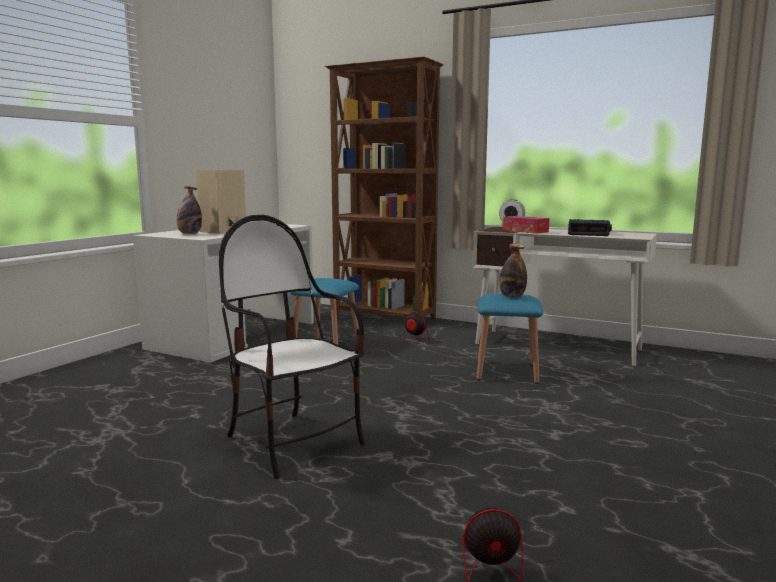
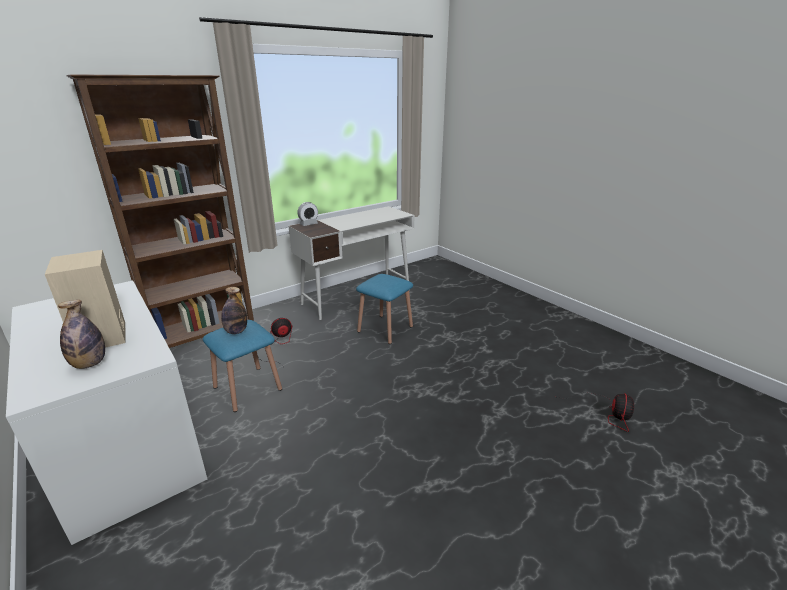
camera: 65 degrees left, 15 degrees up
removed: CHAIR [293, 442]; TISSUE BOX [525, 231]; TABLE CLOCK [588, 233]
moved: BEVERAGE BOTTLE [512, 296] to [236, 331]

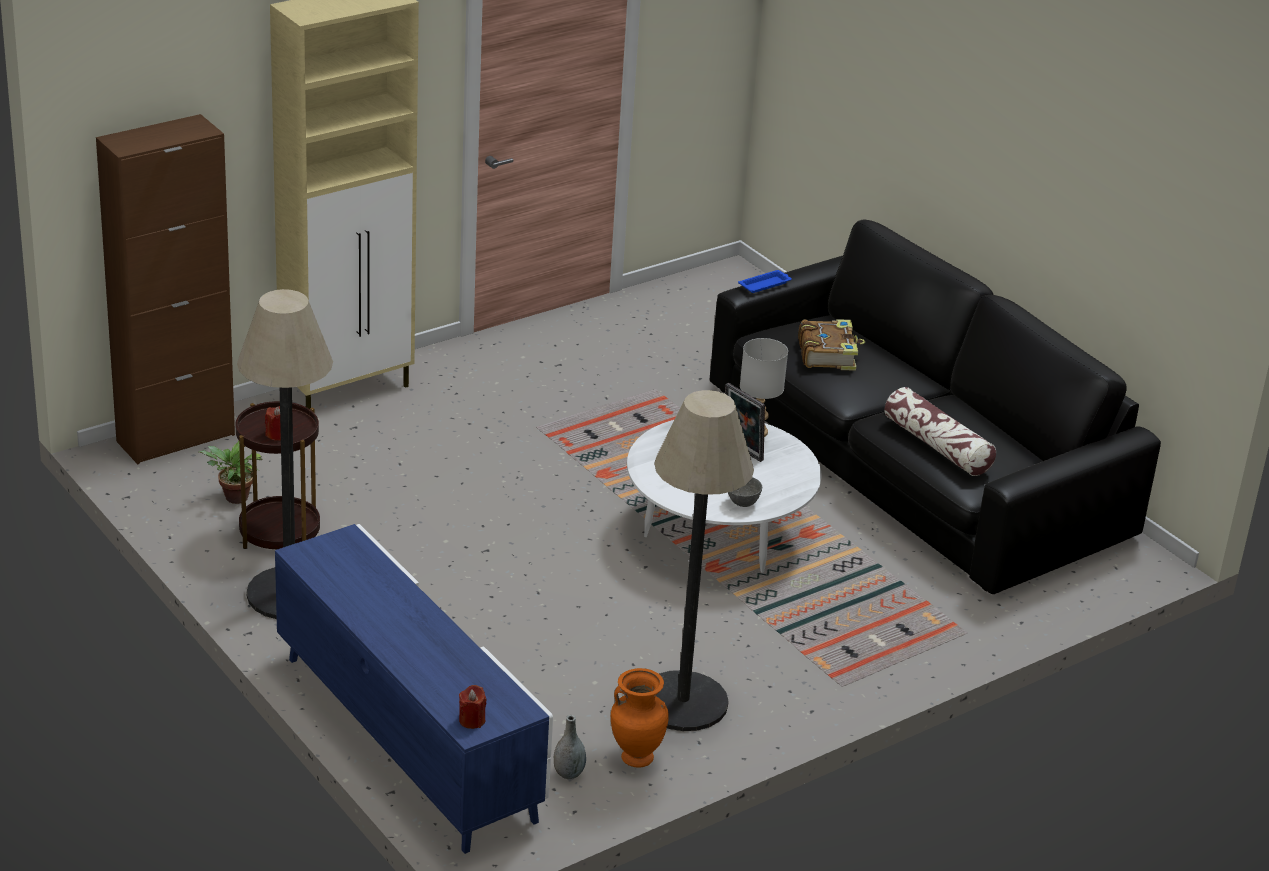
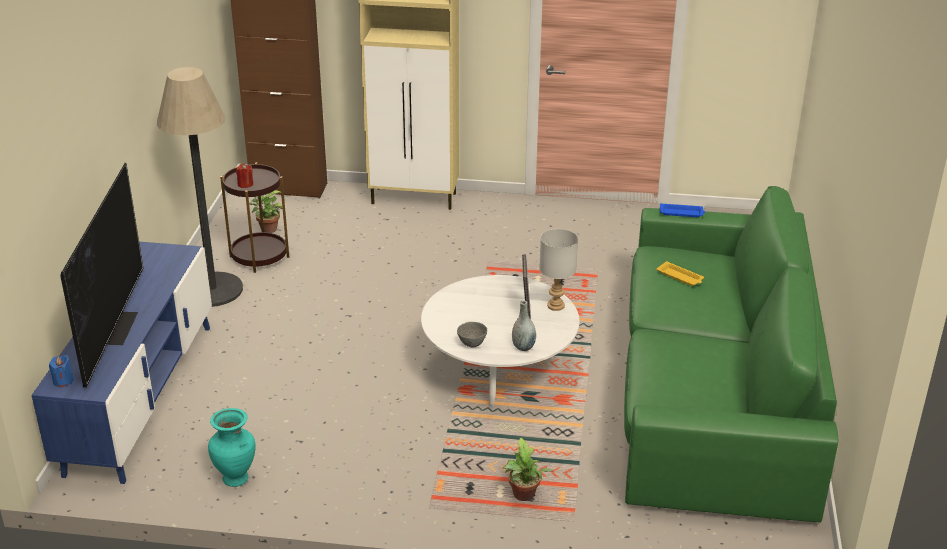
camera: 45 degrees right, 0 degrees up
removed: PILLOW [937, 446]; FLOOR LAMP [682, 702]
added: TELEVISION [115, 327]; POTTED PLANT [524, 497]
moved: GREYISH VASE [568, 773] to [523, 347]
replaced: BOOK [828, 354] to YELLOW TRAY [680, 277]
recoloured: BLACK SOFA [913, 461] to GREEN SOFA [713, 388]; ORANGE VASE [636, 757] to BLUE-GREEN VASE [236, 478]; RED WAX CANDLE [472, 720] to BLUISH WAX CANDLE [63, 381]

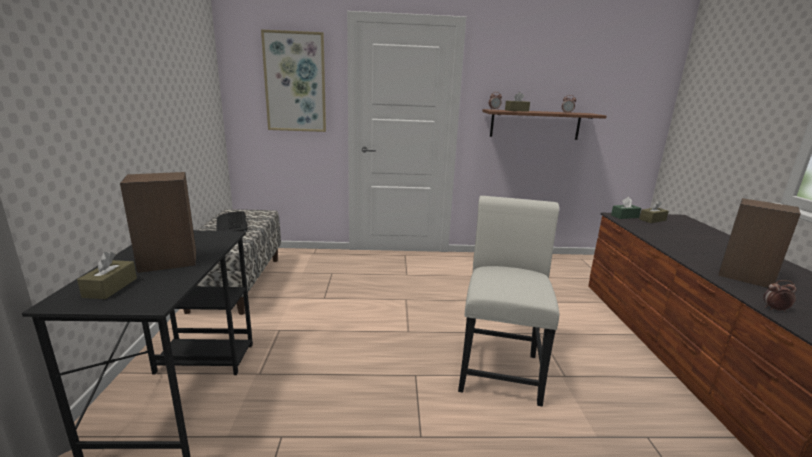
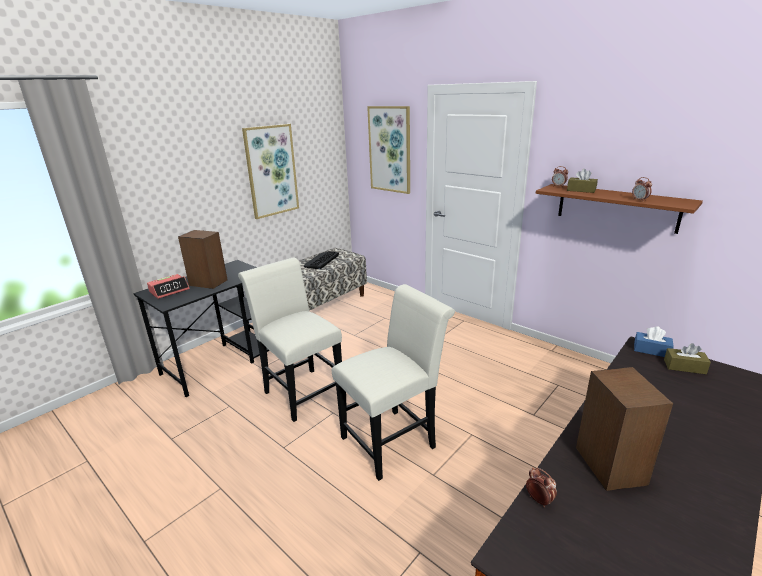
camera: 45 degrees right, 5 degrees up
added: WALL ART [271, 171]; WHITISH CHAIR [300, 391]
replaced: BROWN-COLOURED TISSUE BOX [110, 287] to TABLE CLOCK [169, 290]
recoloured: GREEN TISSUE BOX [624, 216] to BLUISH TISSUE BOX [651, 350]

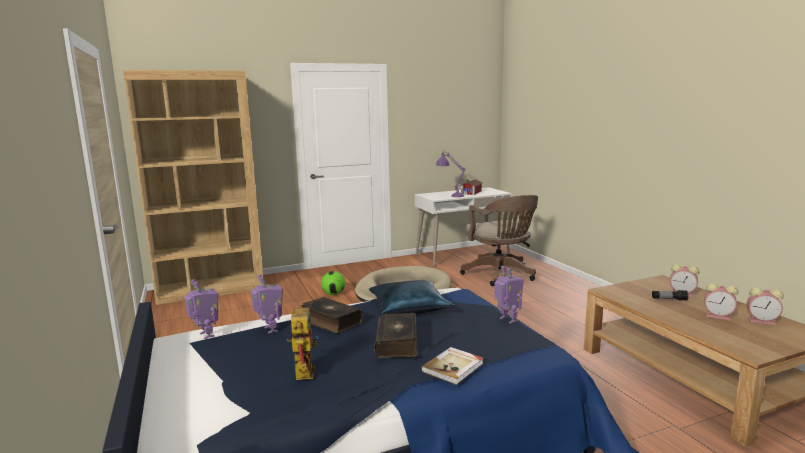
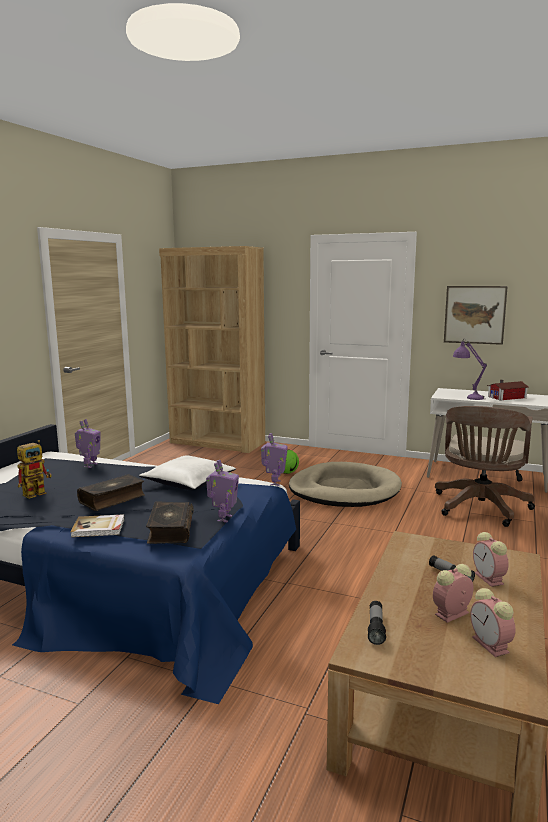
camera: 45 degrees right, 0 degrees up
added: WALL ART [474, 314]; HAND TORCH [376, 628]
moved: TOY ROBOT [206, 335] to [274, 483]; BOOK [330, 322] to [170, 530]
recoloured: BLUISH PILLOW [409, 307] to WHITISH PILLOW [189, 482]
turned: TABLE CLOCK [719, 316] = [451, 614] 75 degrees clockwise

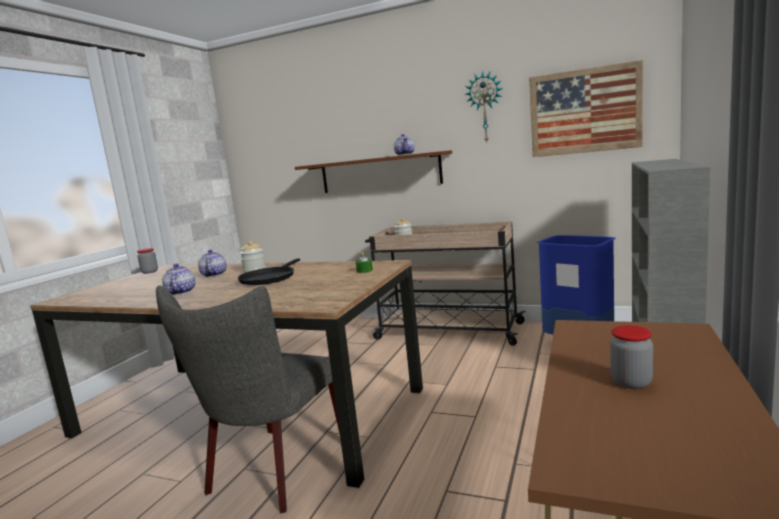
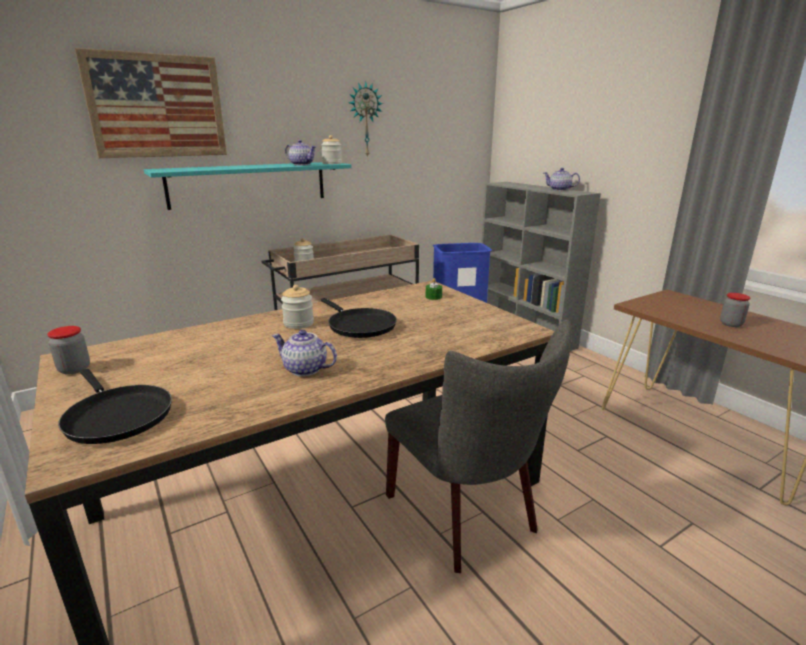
camera: 55 degrees left, 10 degrees up
added: STORAGE JAR [332, 163]; BLACK PAN [116, 416]
moved: WALL ART [584, 111] to [157, 106]; TEAPOT [213, 275] to [559, 189]
recoloured: BROWN-COLOURED WALL SHELF [379, 173] to BLUE-GREEN WALL SHELF [249, 184]

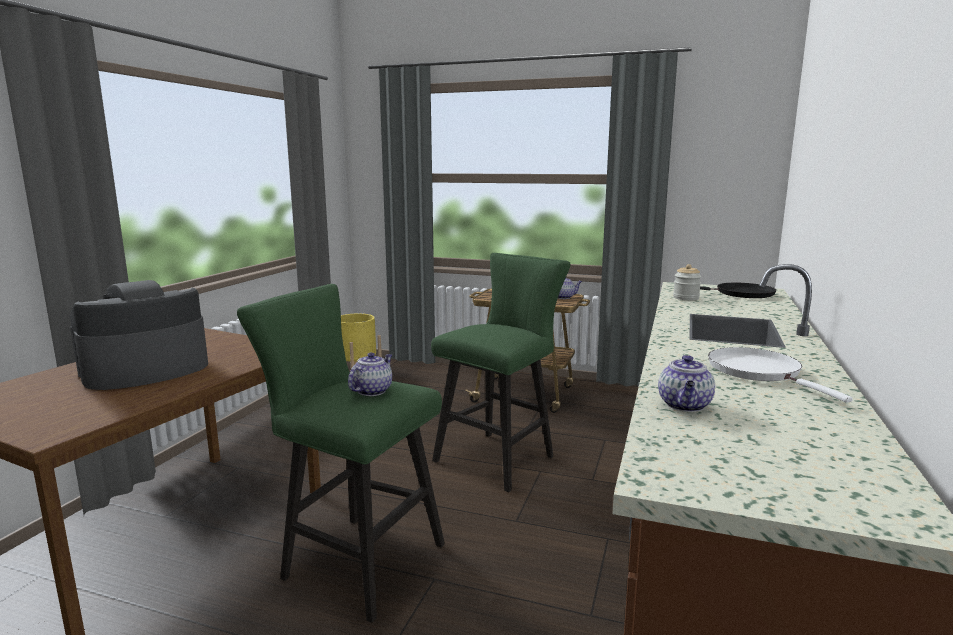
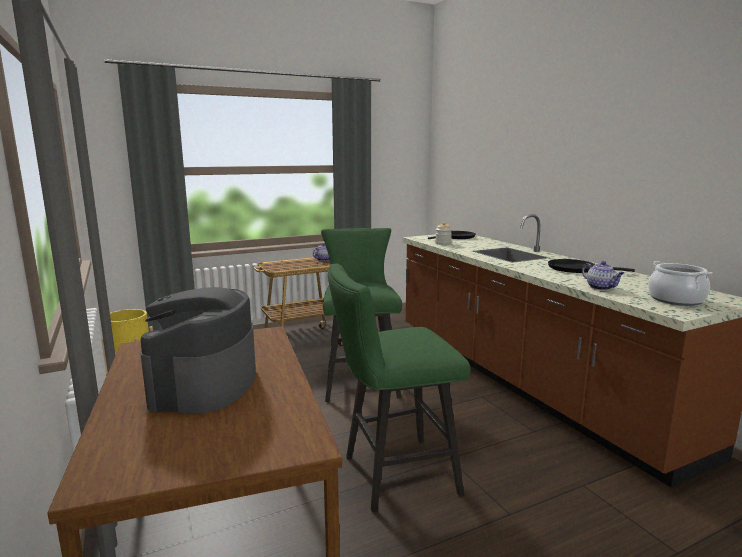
camera: 45 degrees left, 0 degrees up
removed: TEAPOT [372, 391]
added: COOKING POT [676, 299]
recoloured: WHITISH PAN [758, 372] to BLACK PAN [575, 269]

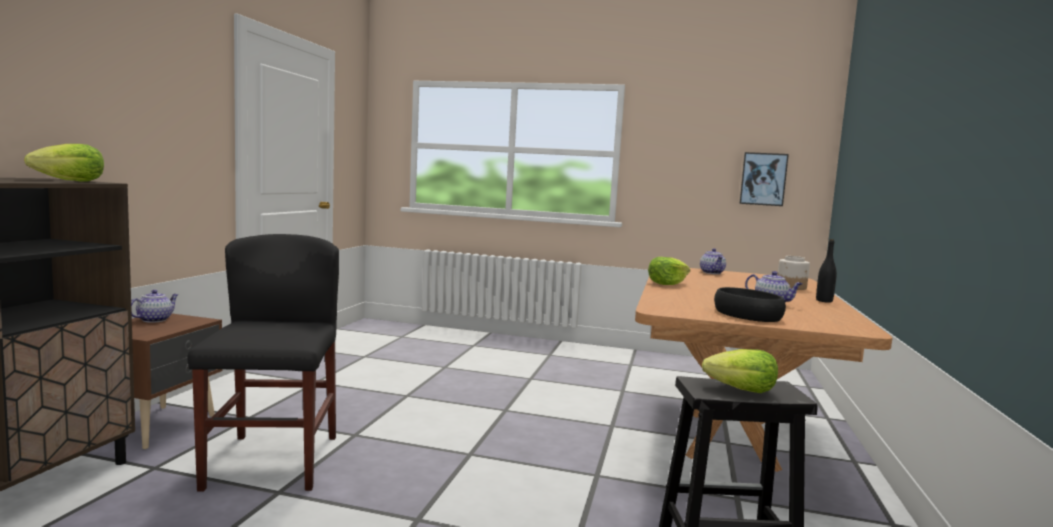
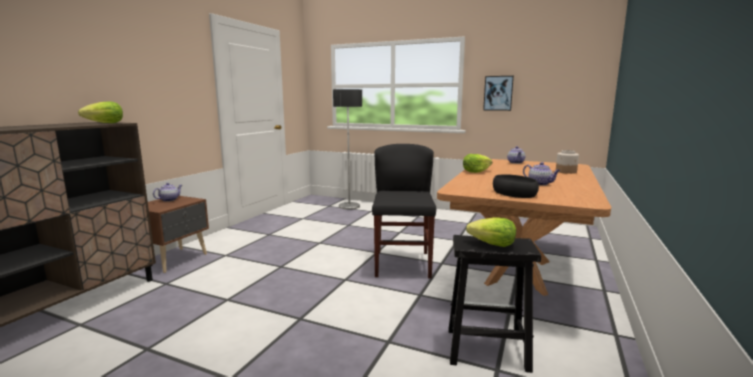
camera: 10 degrees right, 5 degrees up
removed: BLACK BEVERAGE BOTTLE [824, 301]
added: FLOOR LAMP [349, 206]
moved: WALL ART [763, 179] to [498, 93]; BLACK CHAIR [273, 462] to [402, 264]

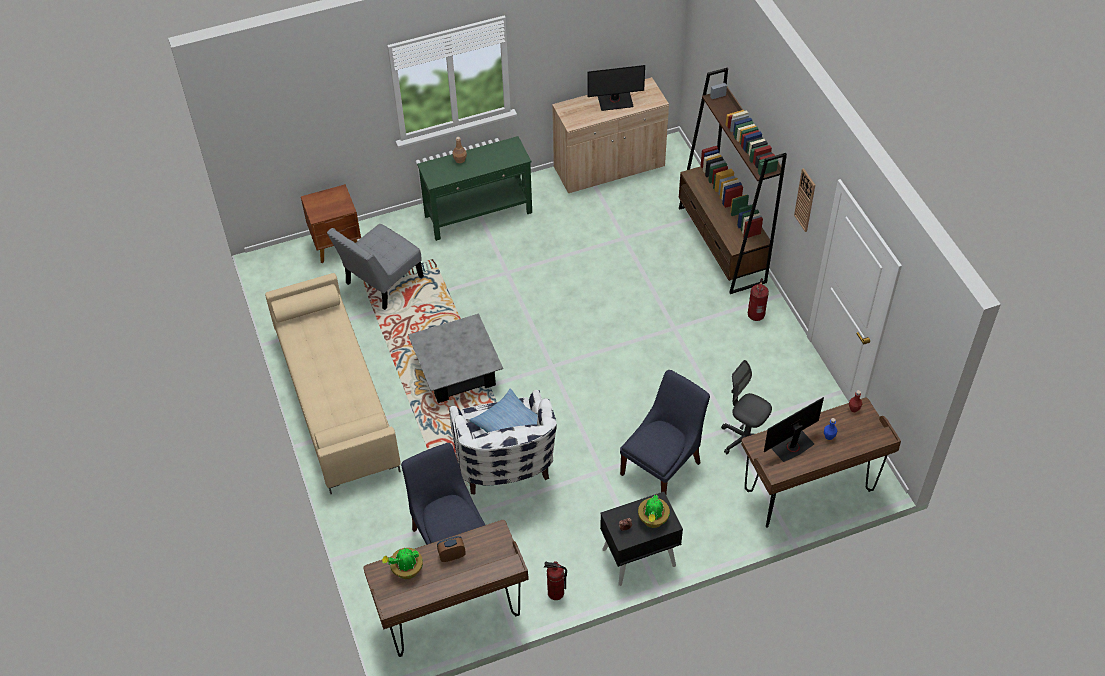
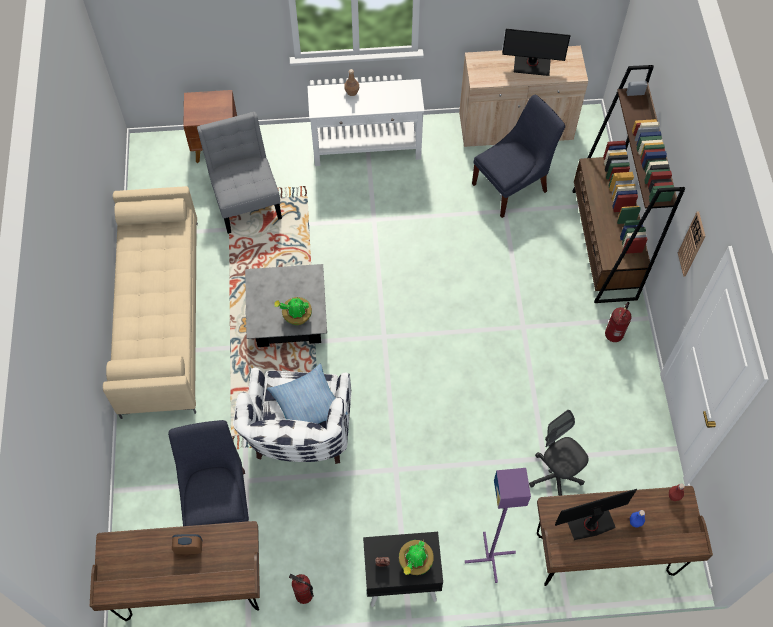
camera: 15 degrees right, 10 degrees up
added: PURPLISH FLOOR LAMP [490, 558]
moved: BLUISH CHAIR [663, 466] to [512, 186]; POTTED PLANT [406, 570] to [296, 317]
recoloured: GREEN HALL TABLE [479, 214] to WHITISH HALL TABLE [367, 148]
turned: GREYISH CHAIR [381, 283] = [246, 199] 105 degrees clockwise

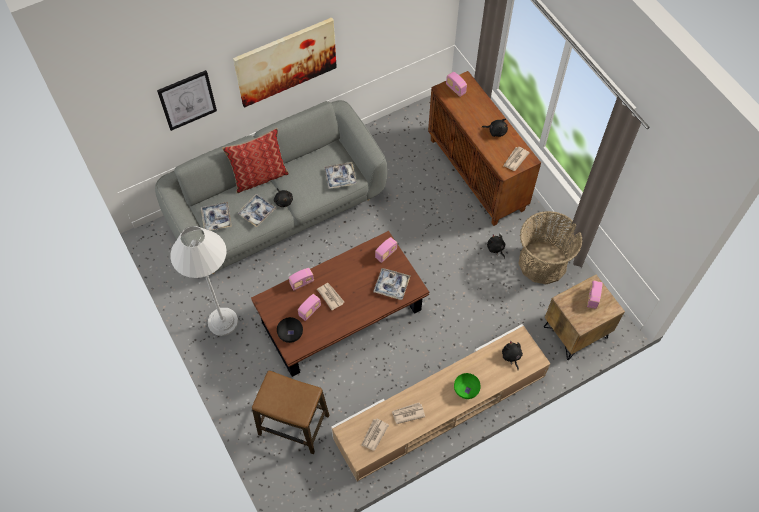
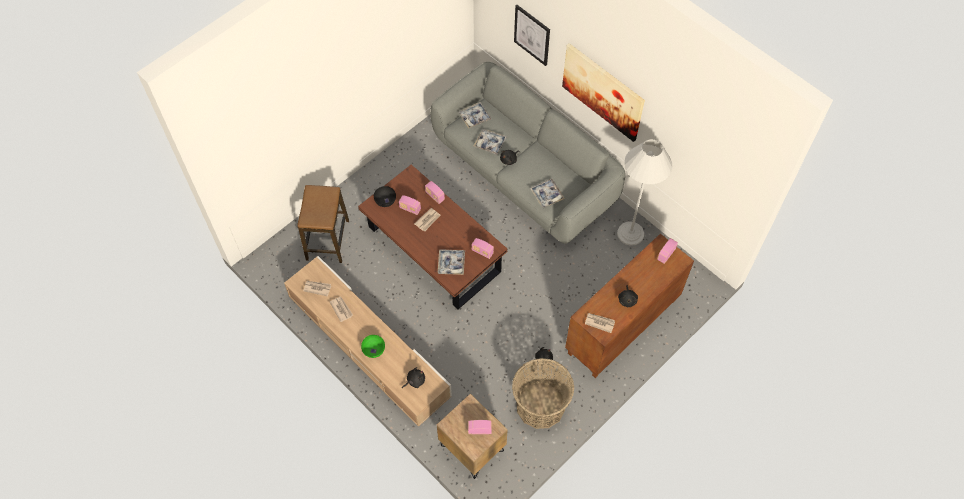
camera: 75 degrees right, 0 degrees up
removed: PILLOW [259, 176]
moved: WHITISH FLOOR LAMP [223, 321] to [630, 233]

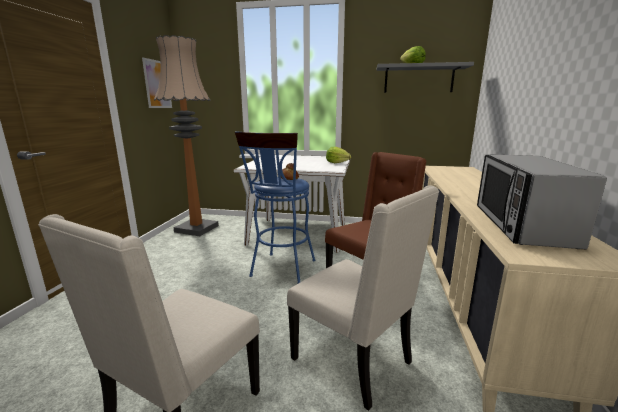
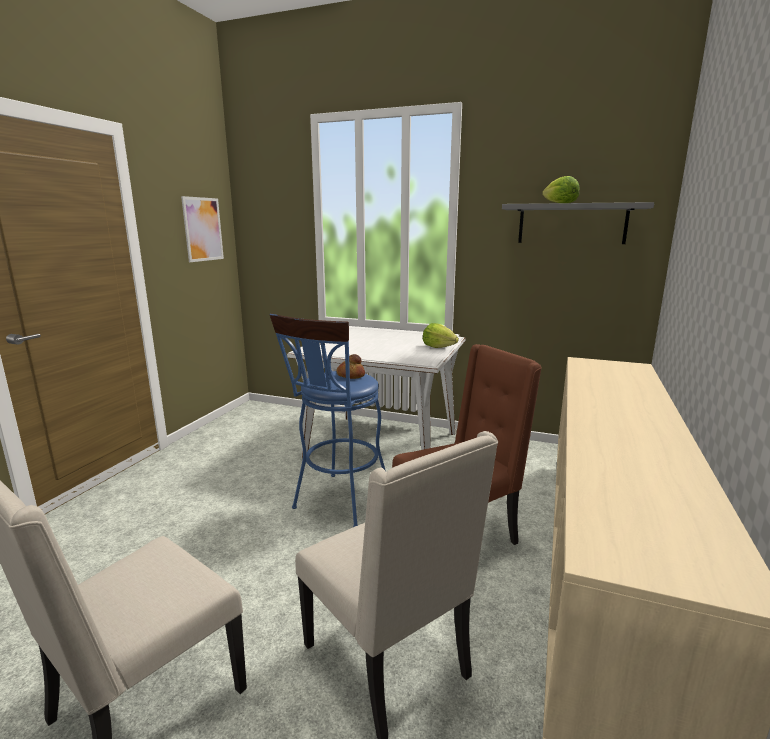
camera: 10 degrees right, 0 degrees up
removed: FLOOR LAMP [196, 229]; MICROWAVE OVEN [521, 225]

